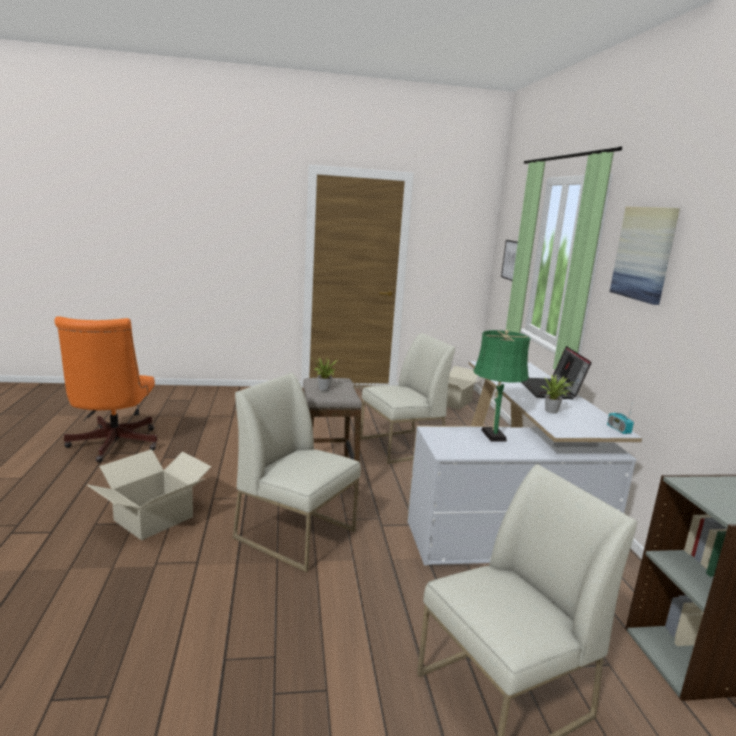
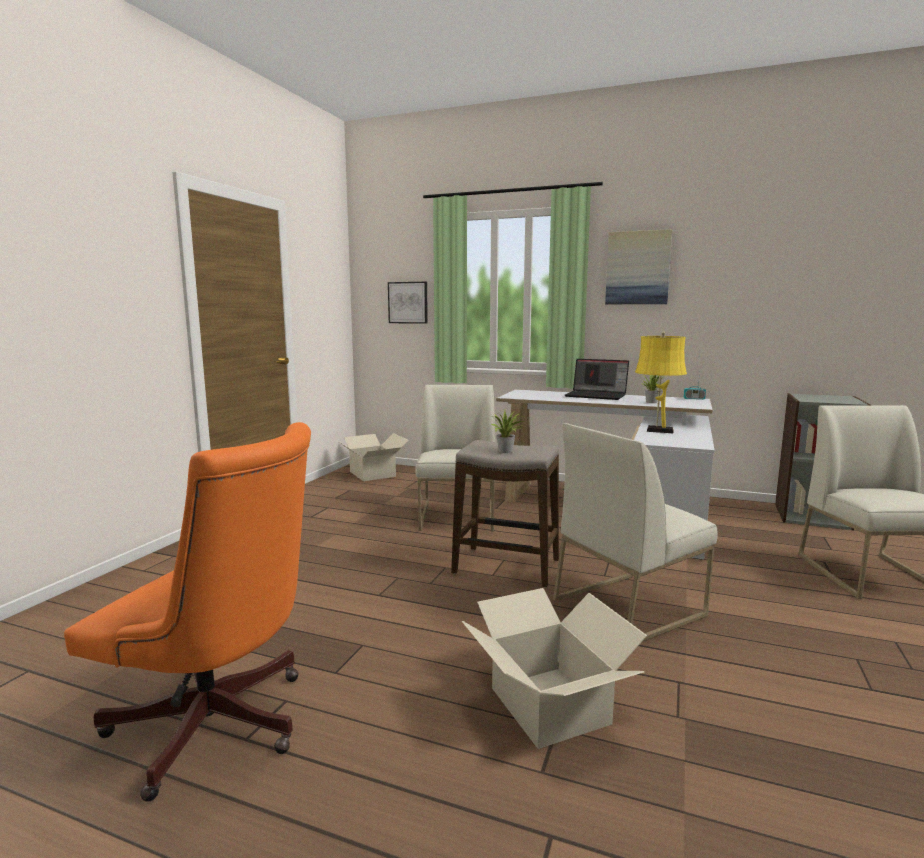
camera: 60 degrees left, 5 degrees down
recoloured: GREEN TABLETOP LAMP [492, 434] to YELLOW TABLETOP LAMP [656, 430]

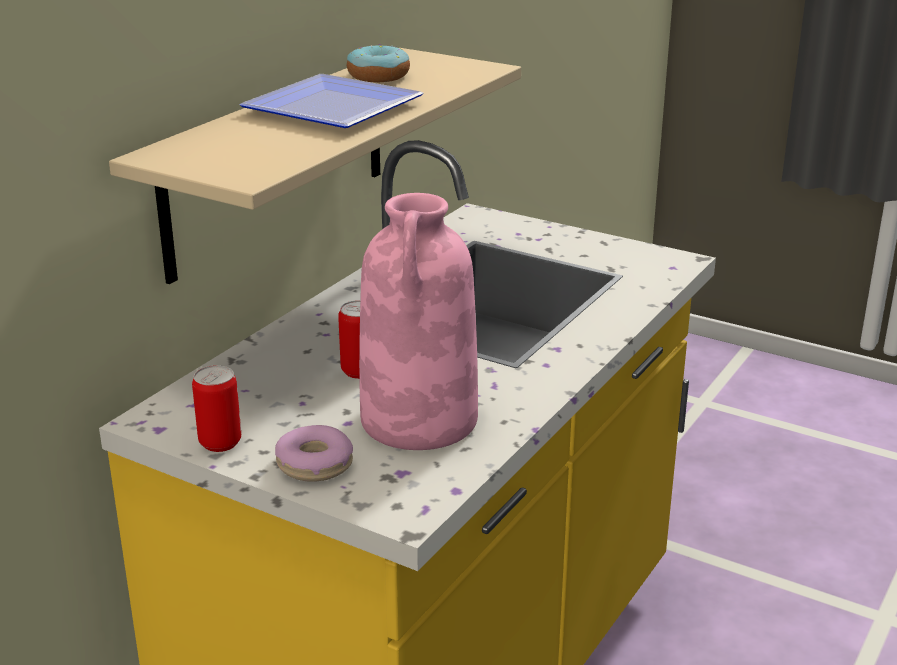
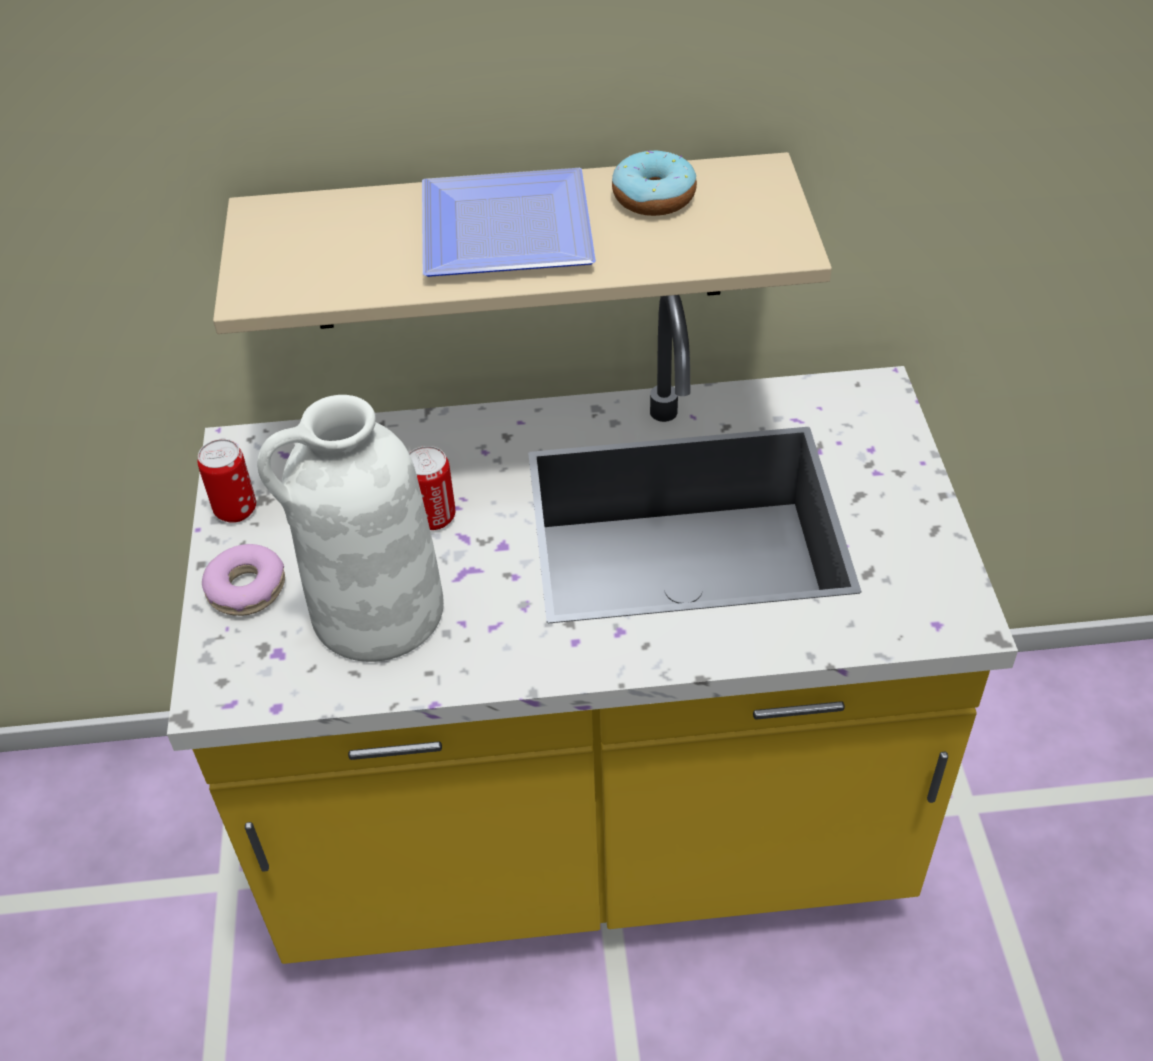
camera: 55 degrees right, 20 degrees up
recoloured: PINK-COLOURED VASE [420, 421] to WHITISH VASE [376, 613]

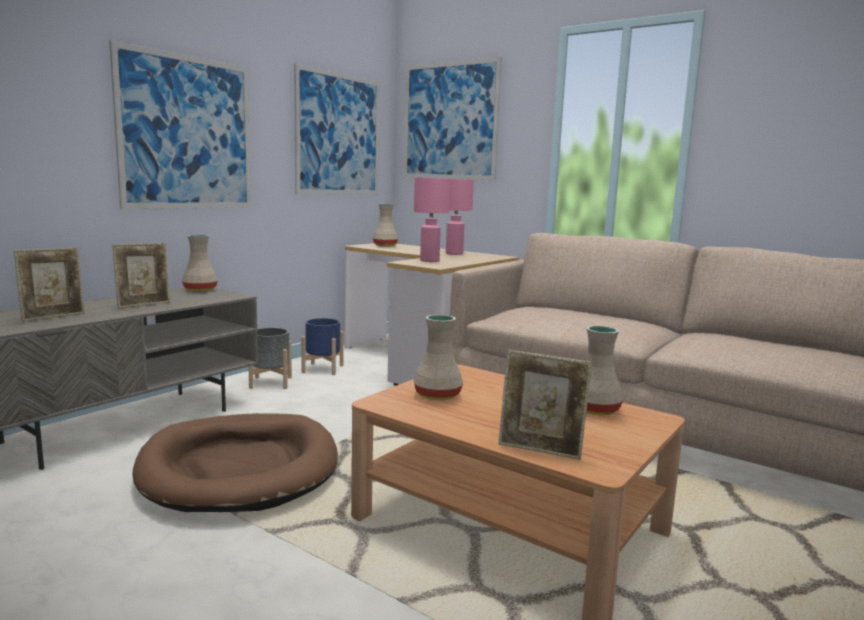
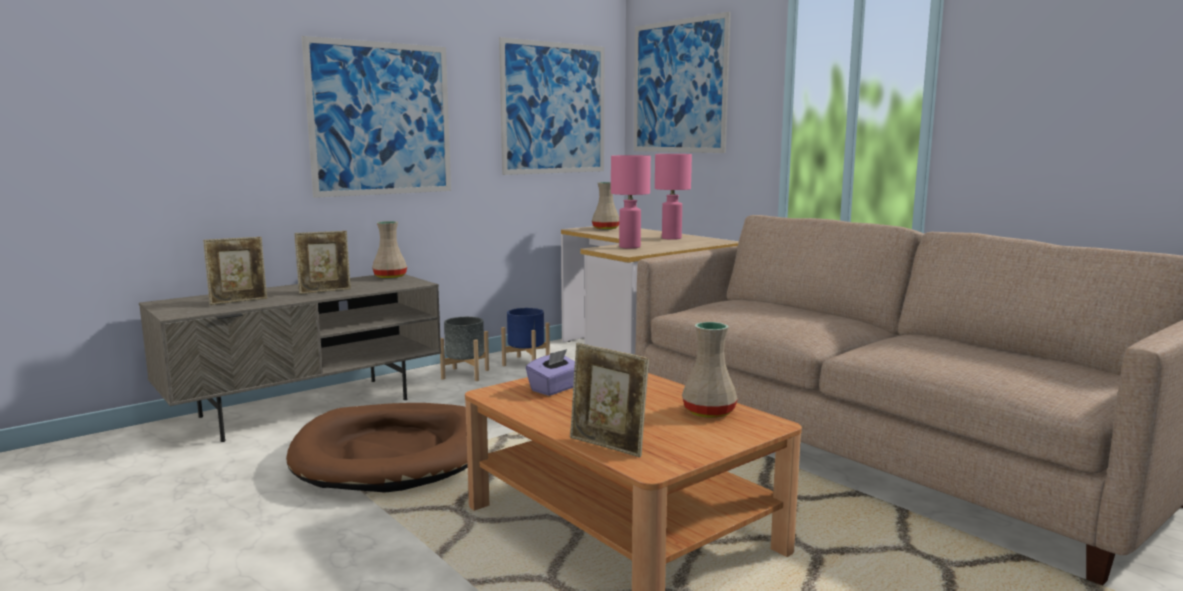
camera: 15 degrees right, 0 degrees up
replaced: BEIGE-COLOURED VASE [437, 395] to PURPLISH TISSUE BOX [555, 389]

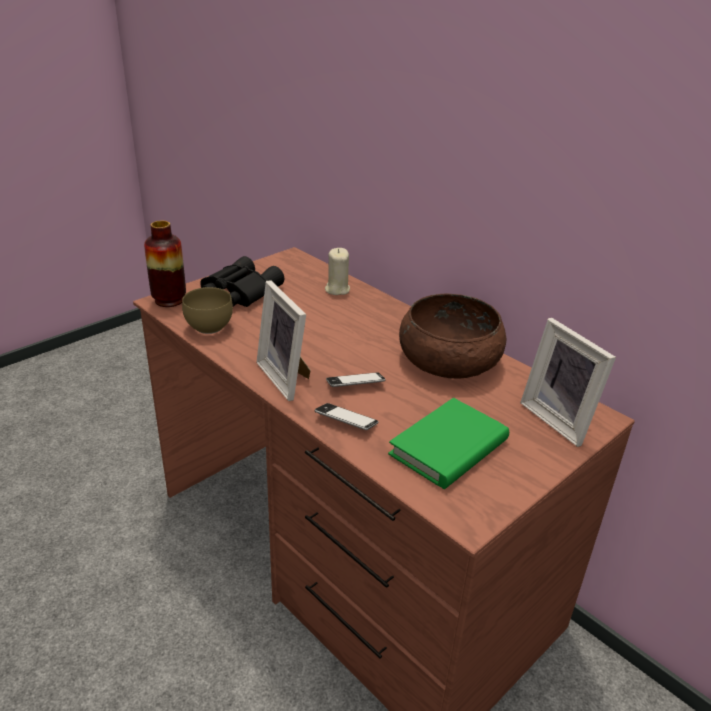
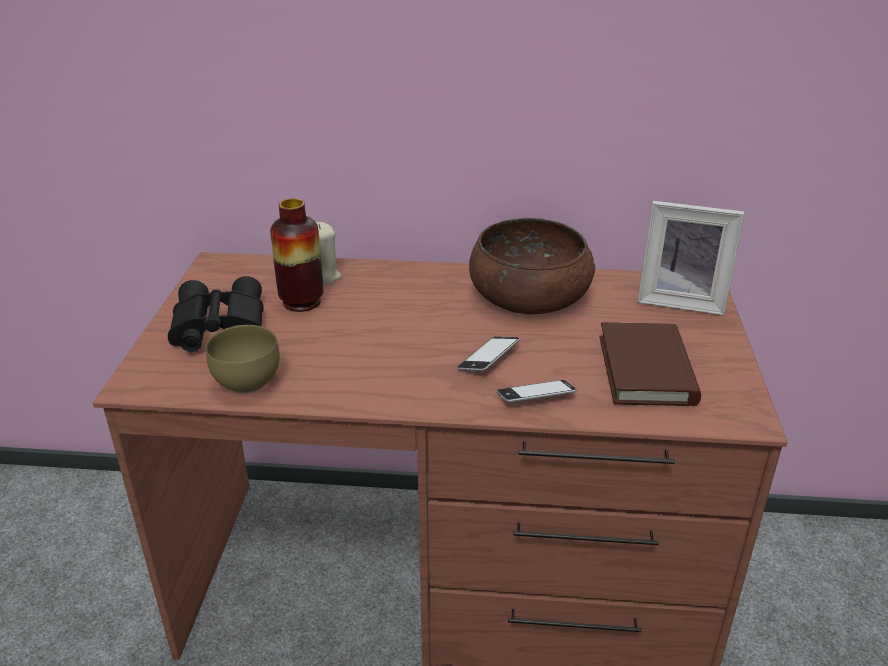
camera: 40 degrees left, 0 degrees up
removed: PICTURE FRAME [287, 377]
moved: VASE [169, 300] to [302, 302]
recoloured: GREEN BOOK [449, 447] to BROWN-COLOURED BOOK [646, 370]

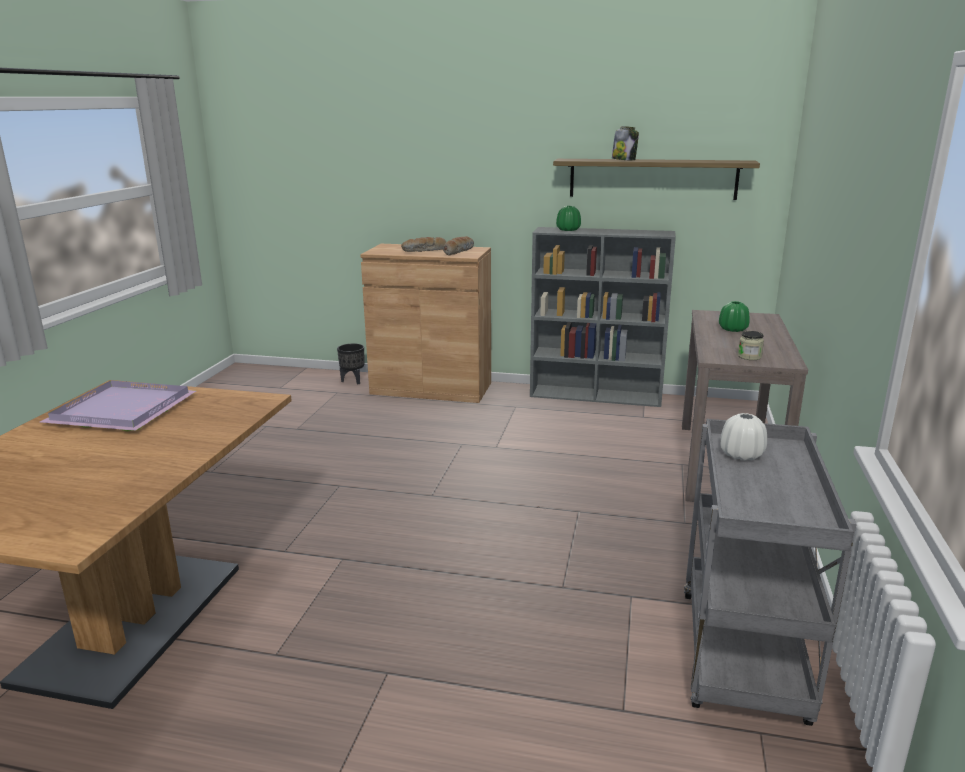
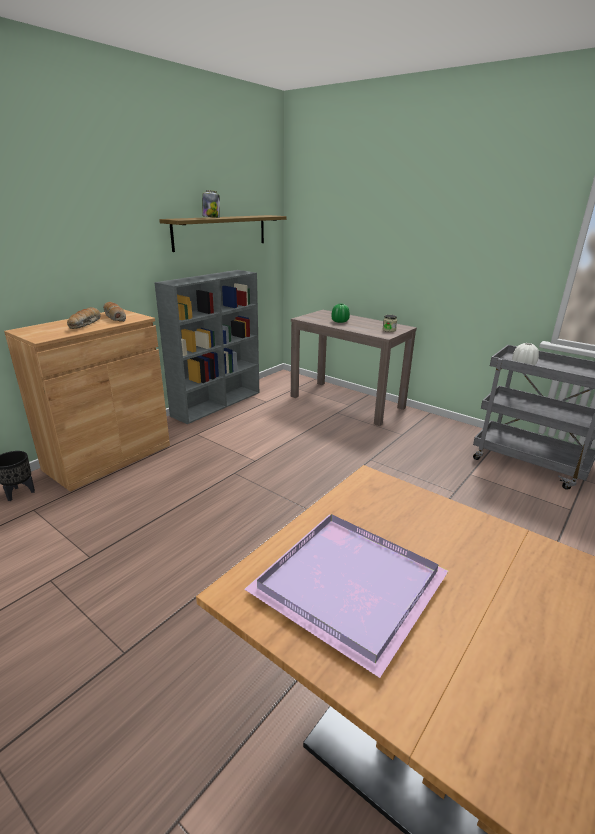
camera: 65 degrees left, 5 degrees up
removed: GREEN VASE [568, 230]

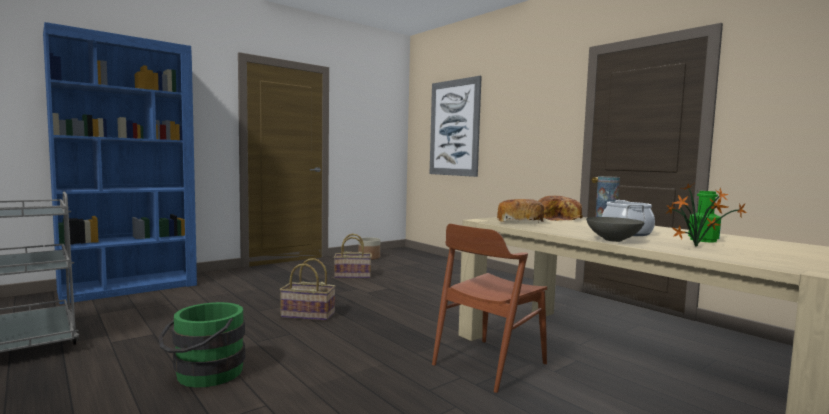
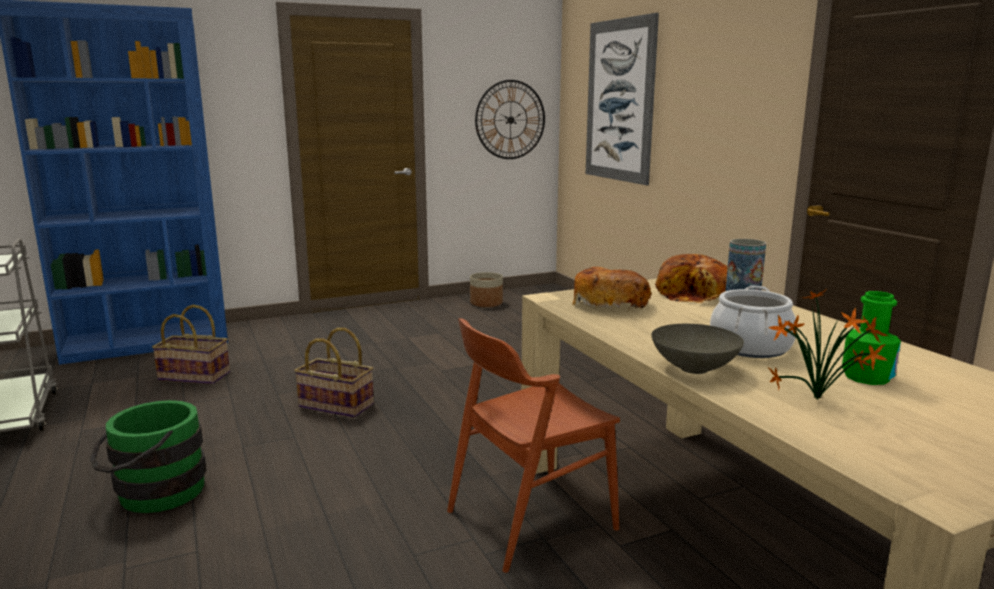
camera: 15 degrees right, 10 degrees up
added: CLOCK ON THE WALL [510, 120]
moved: HOUSEHOLD BASKET [353, 275] to [195, 376]

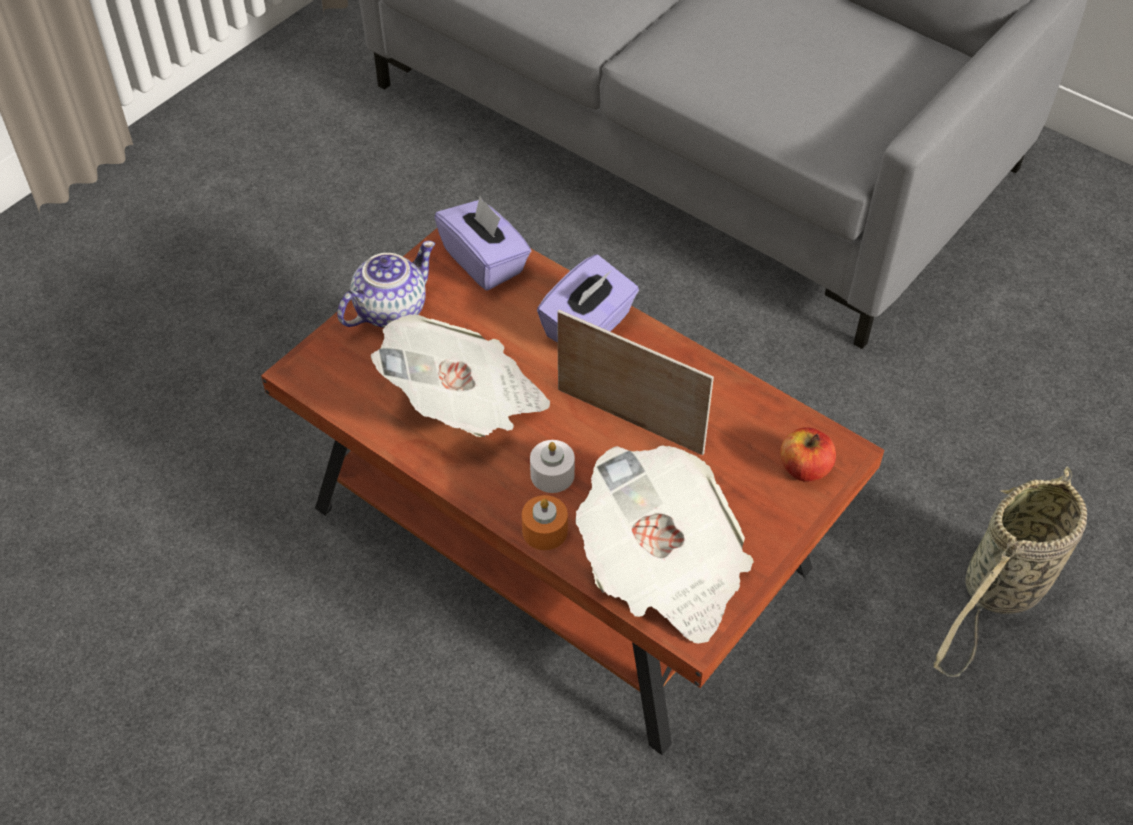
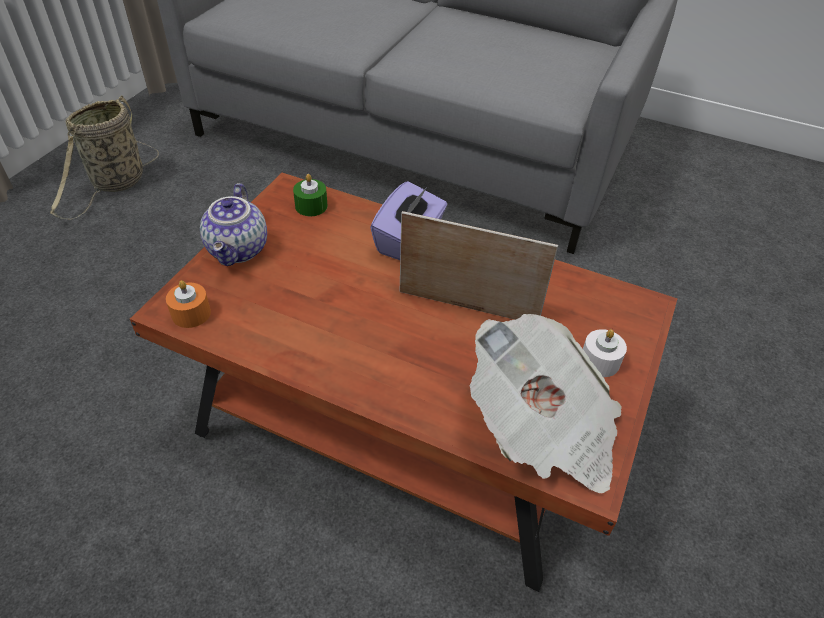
camera: 15 degrees left, 5 degrees down
removed: PRINTED PAPER [466, 404]; APPLE FRUIT [804, 468]
moved: WHITISH WAX CANDLE [552, 474] to [599, 361]; HOUSEHOLD BASKET [1001, 591] to [116, 184]; ORANGE WAX CANDLE [545, 531] to [191, 313]
replaced: PURPLISH TISSUE BOX [485, 261] to GREEN WAX CANDLE [311, 206]
turned: TEAPOT [390, 309] = [239, 250] 150 degrees clockwise

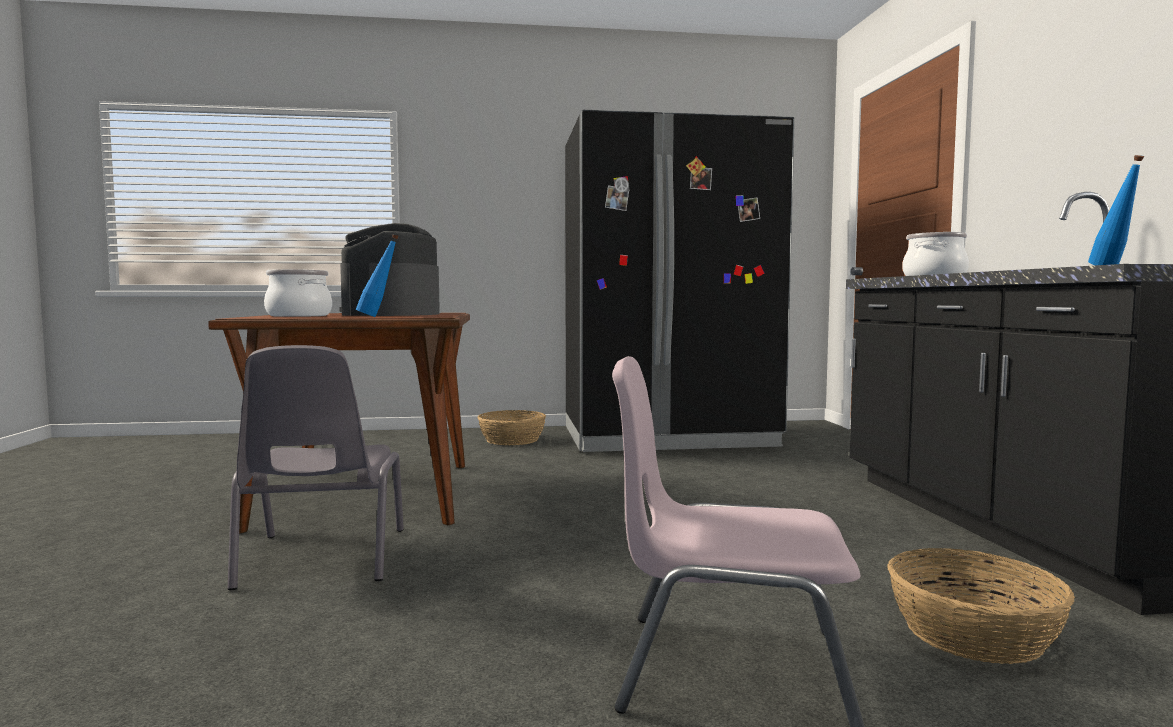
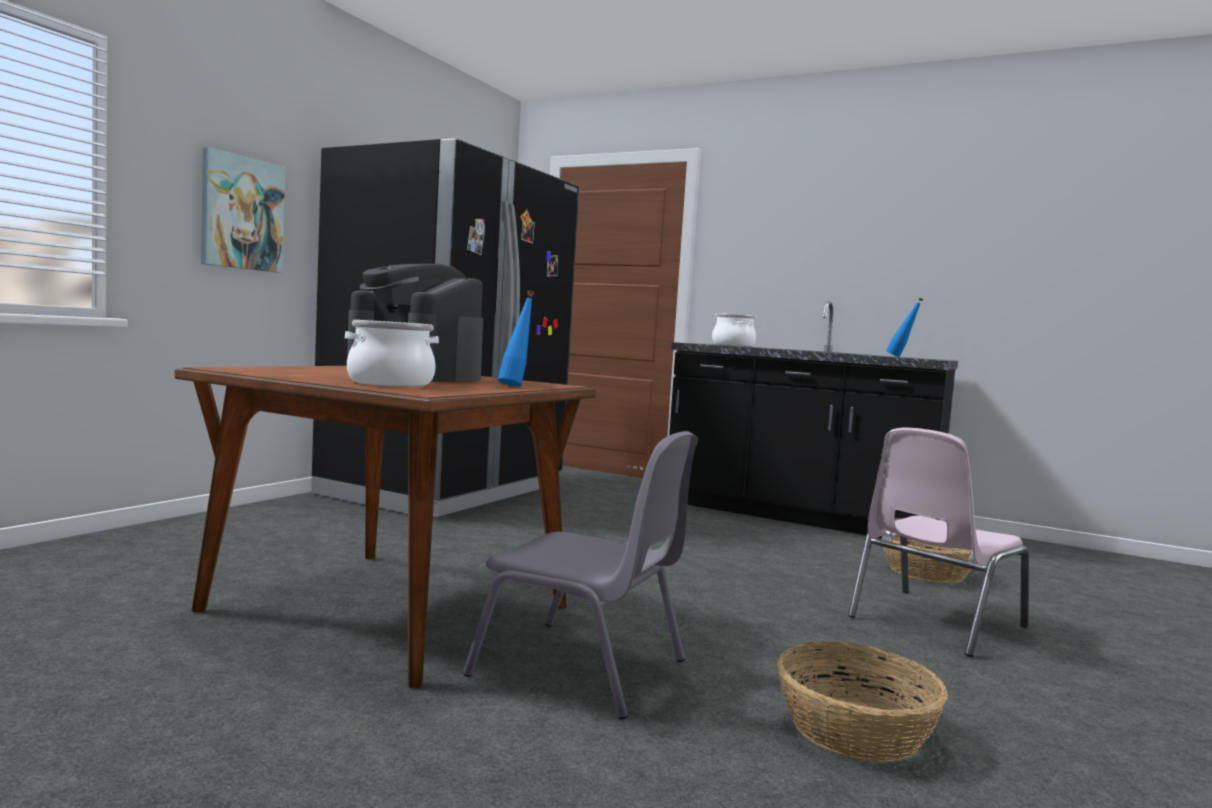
camera: 55 degrees left, 0 degrees up
added: WALL ART [242, 213]
moved: HOUSEHOLD BASKET [512, 440] to [855, 730]

